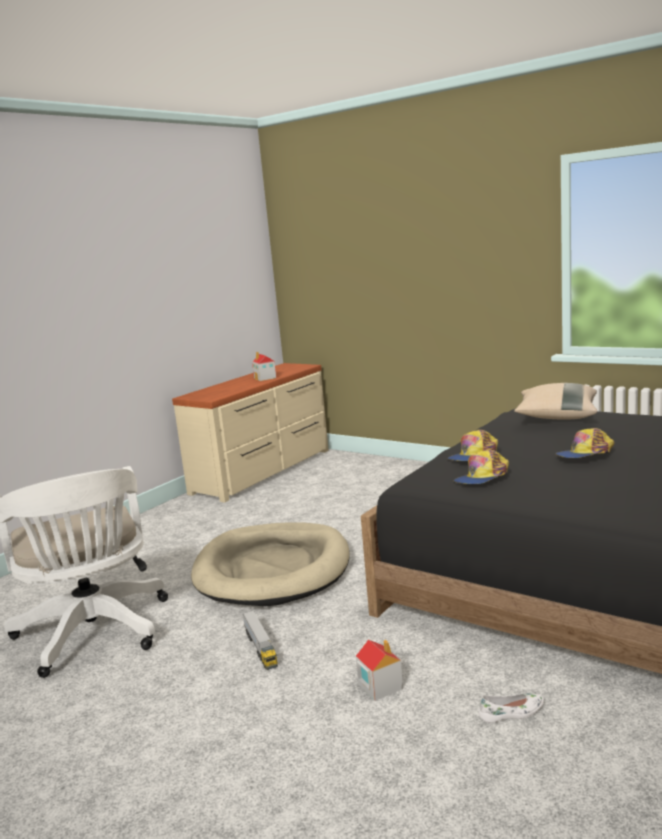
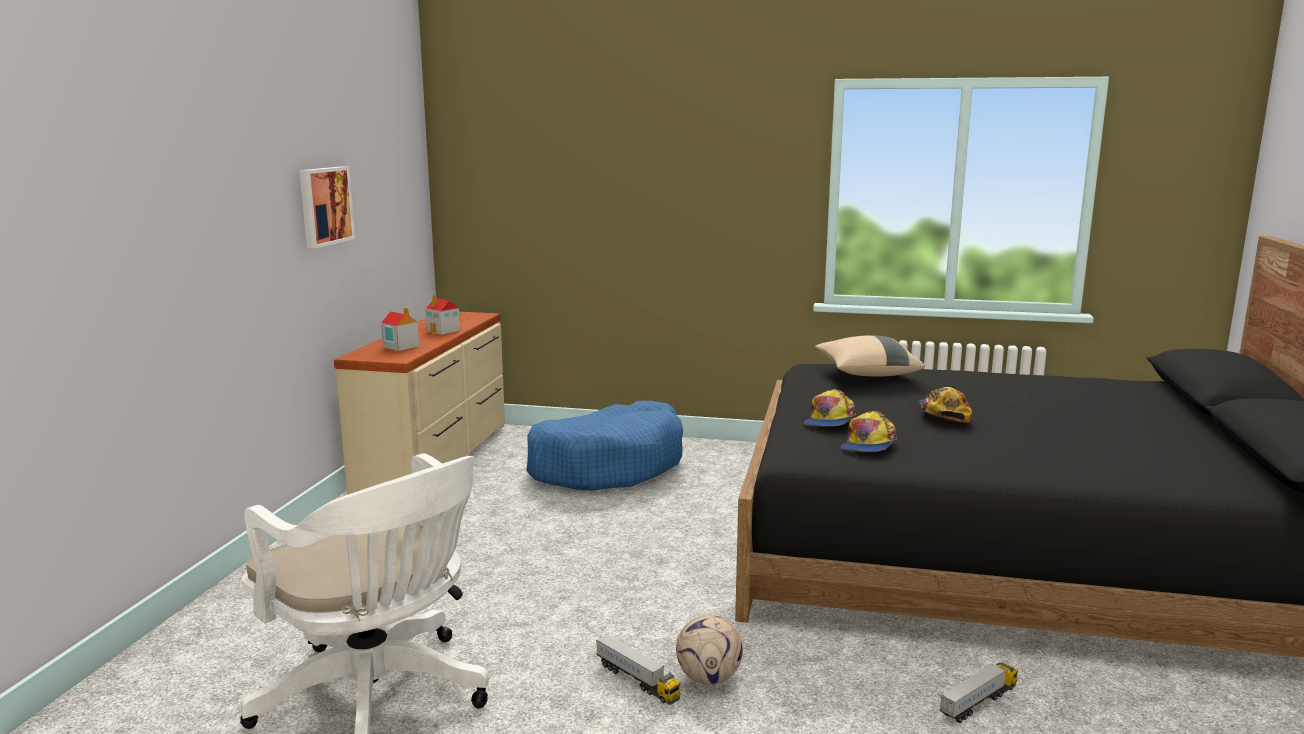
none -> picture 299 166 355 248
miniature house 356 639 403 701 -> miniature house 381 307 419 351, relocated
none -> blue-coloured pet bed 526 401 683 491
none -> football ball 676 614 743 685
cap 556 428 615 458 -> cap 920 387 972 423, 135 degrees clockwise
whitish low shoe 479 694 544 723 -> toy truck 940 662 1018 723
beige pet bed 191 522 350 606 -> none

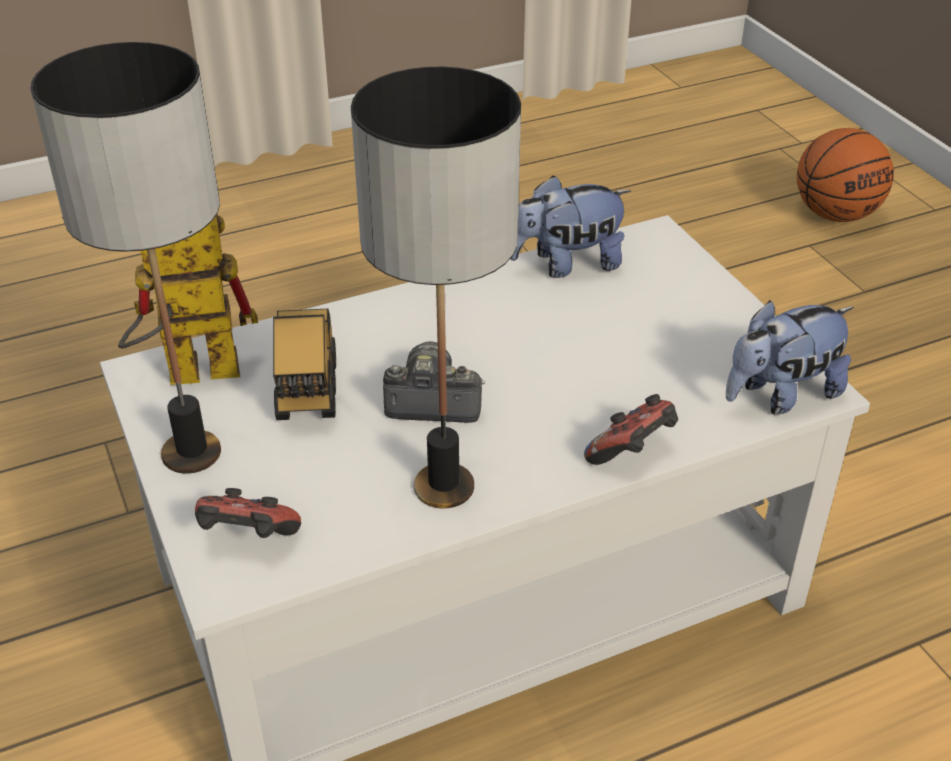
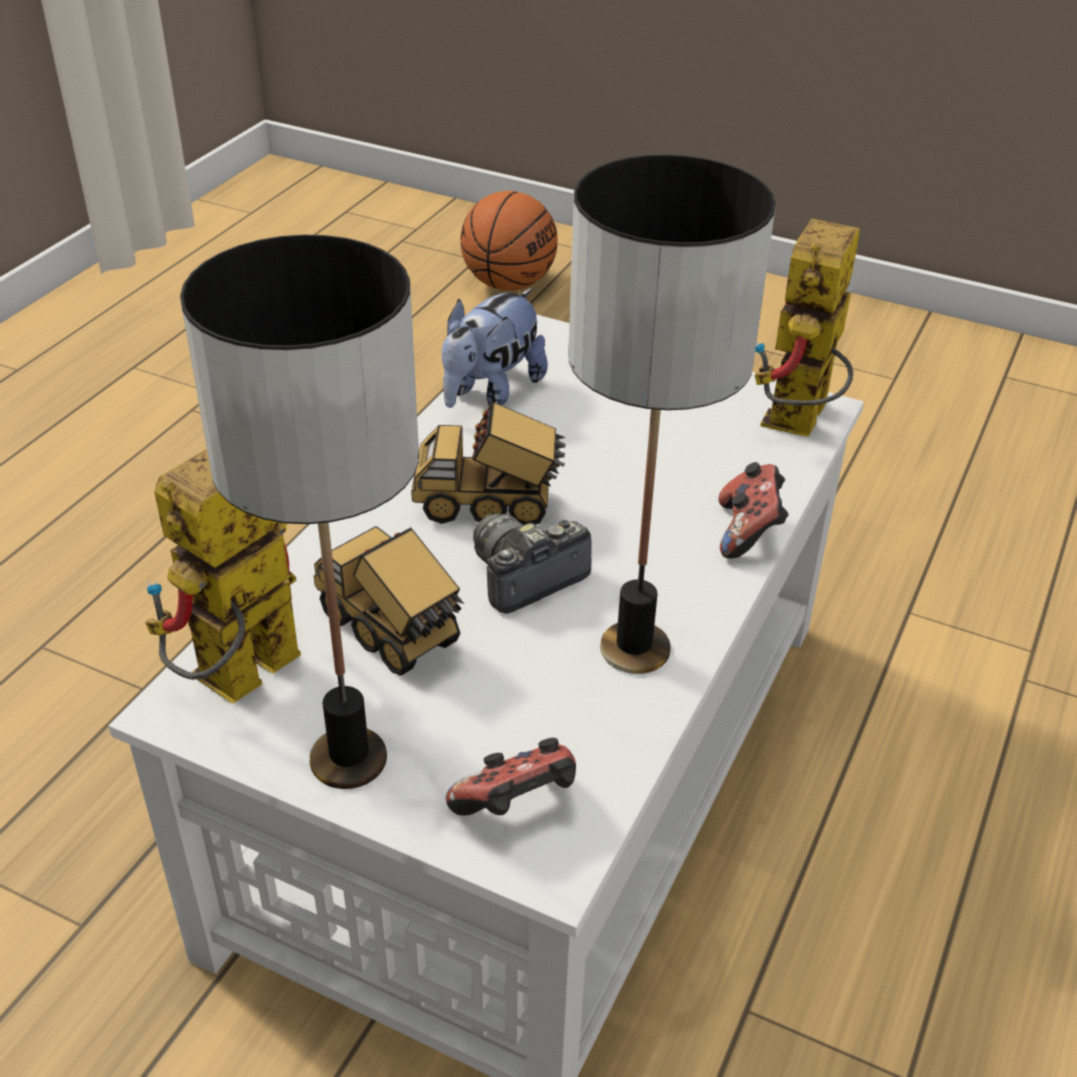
none -> toy truck 411 402 566 525
soft toy 726 300 854 415 -> model robot 755 219 859 437

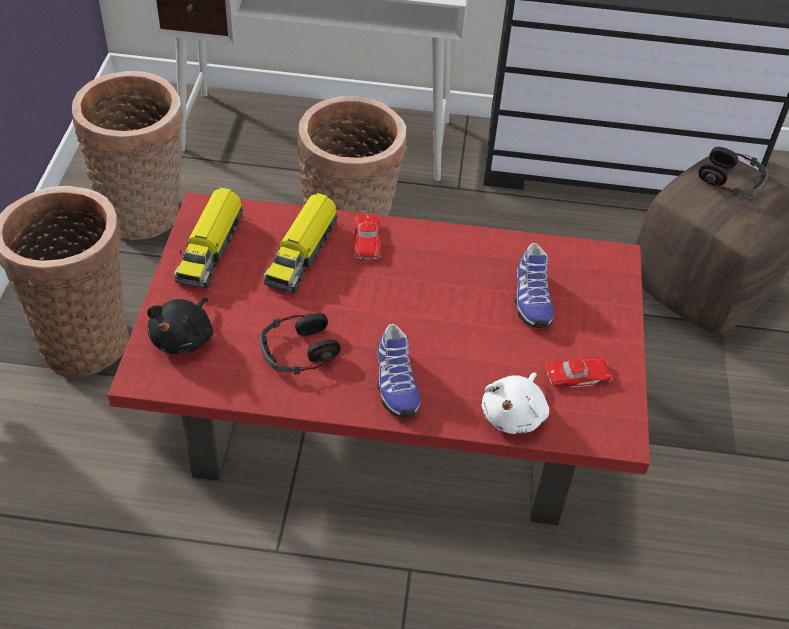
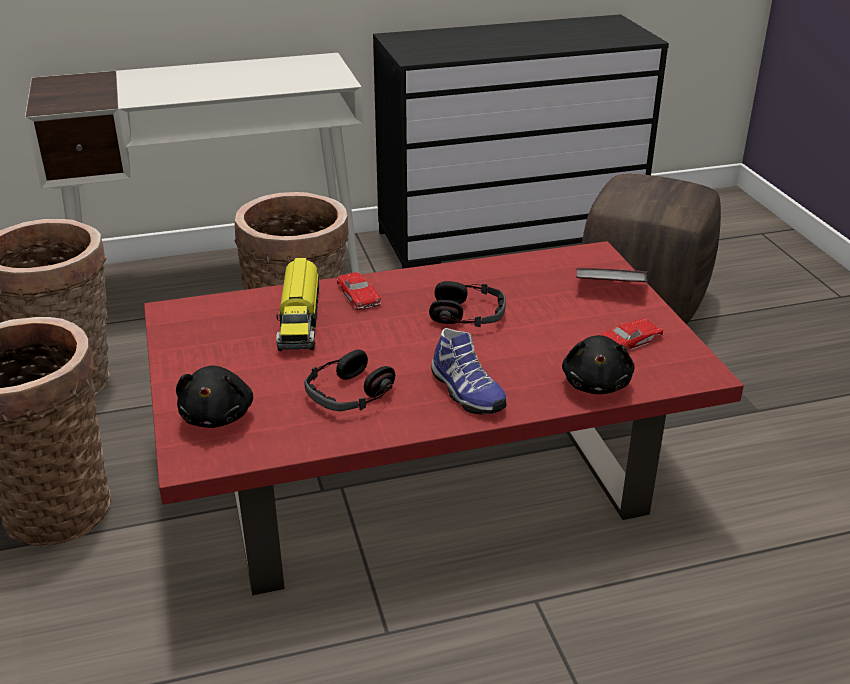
headphones 698 147 768 196 -> headphones 429 281 506 327, relocated
whitish soft toy 481 372 549 434 -> black-coloured soft toy 562 335 634 394
none -> bound book 576 268 648 282
toy truck 174 187 243 288 -> none
low shoe 515 243 554 328 -> none

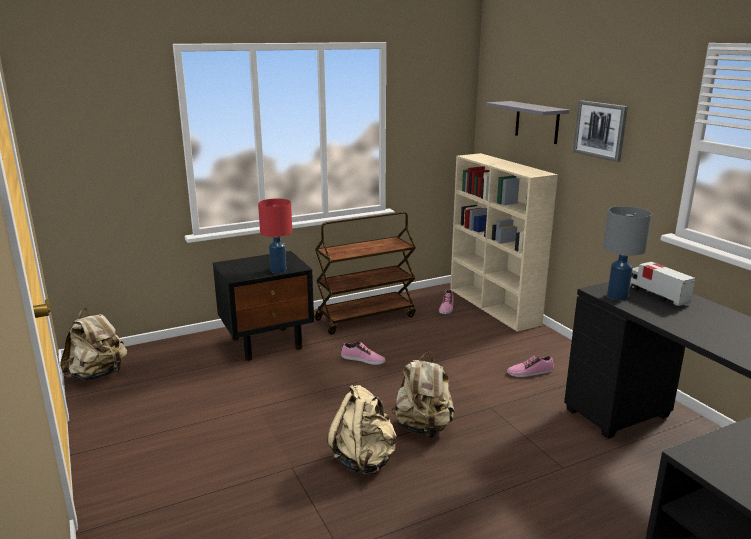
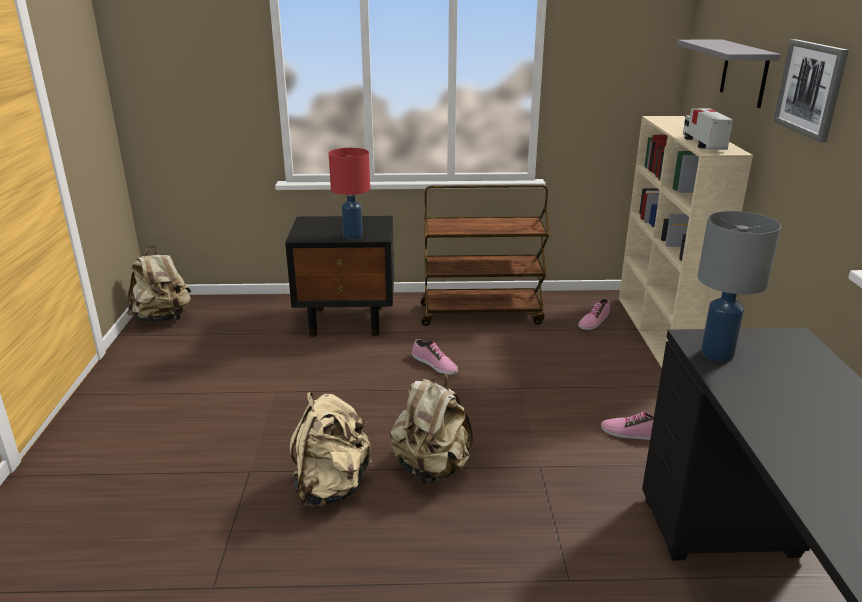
toy truck 630 262 695 306 -> toy truck 683 108 733 150, relocated

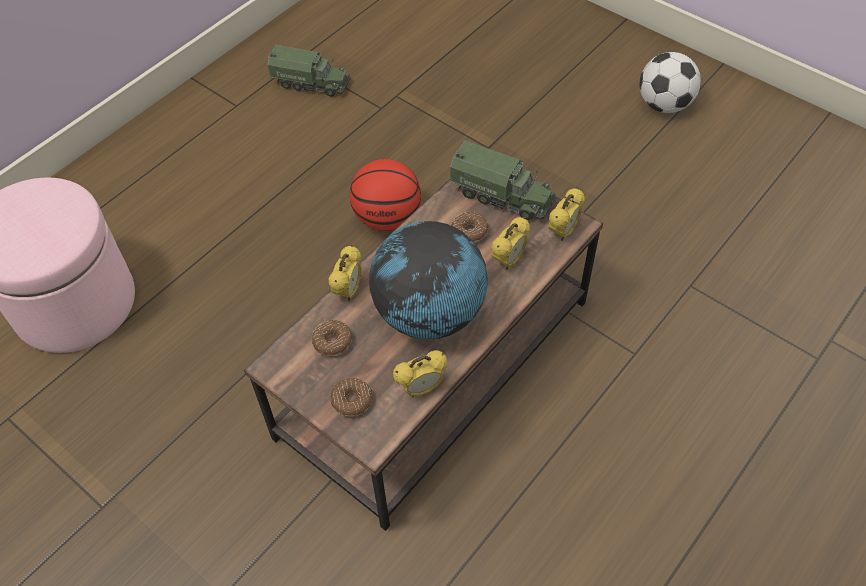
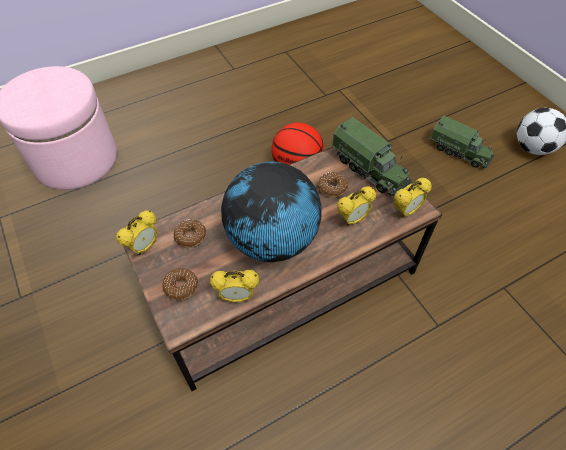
table clock 328 245 362 301 -> table clock 116 211 158 255, relocated
toy truck 268 45 351 97 -> toy truck 430 115 495 168, relocated

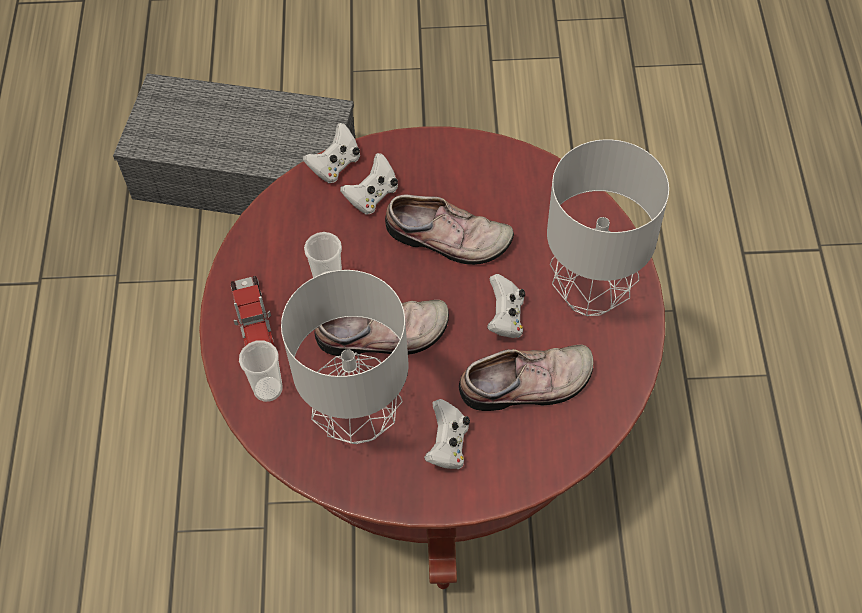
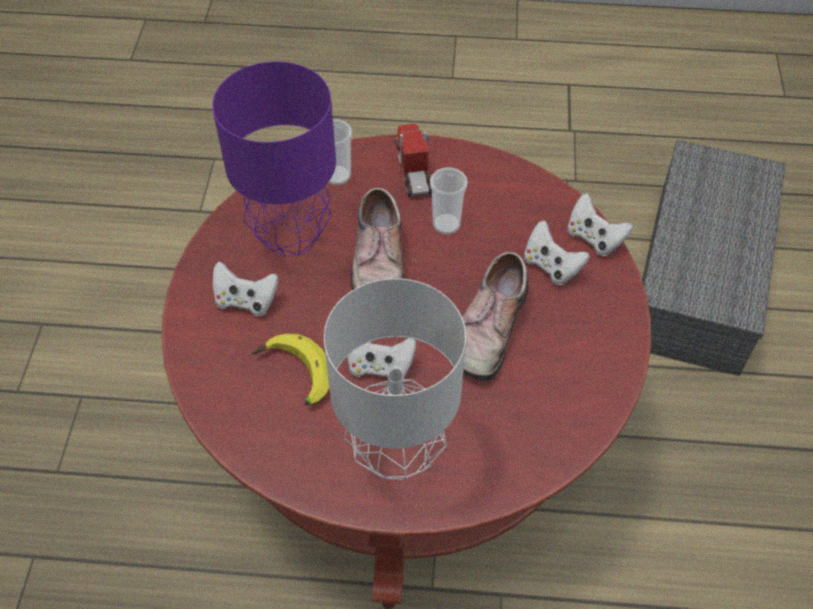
greyish tabletop lamp 281 270 408 444 -> purple tabletop lamp 212 61 336 256
low shoe 459 345 594 411 -> banana fruit 252 333 329 405
toy truck 231 276 274 346 -> toy truck 395 124 432 198, 90 degrees clockwise

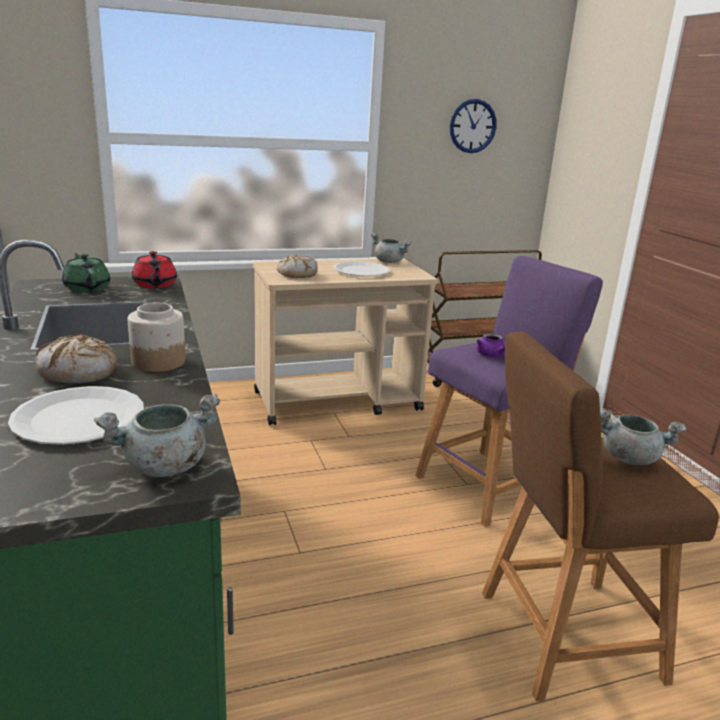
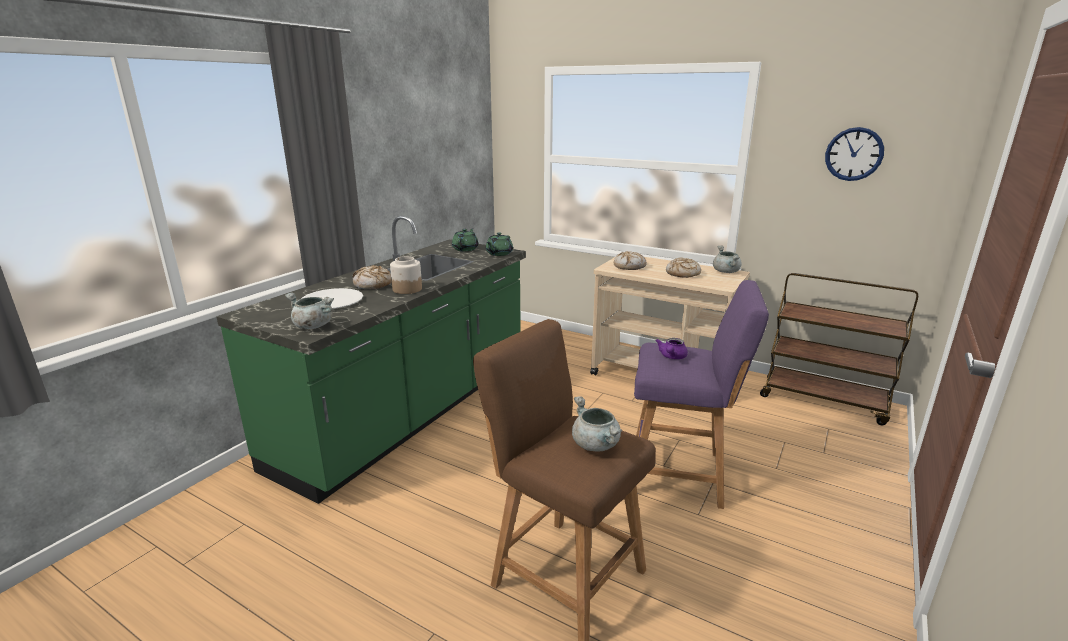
reddish pot for tea 132 251 177 288 -> greenish pot for tea 486 232 513 256
whitish plate 333 261 390 277 -> bakery bread 666 257 701 278

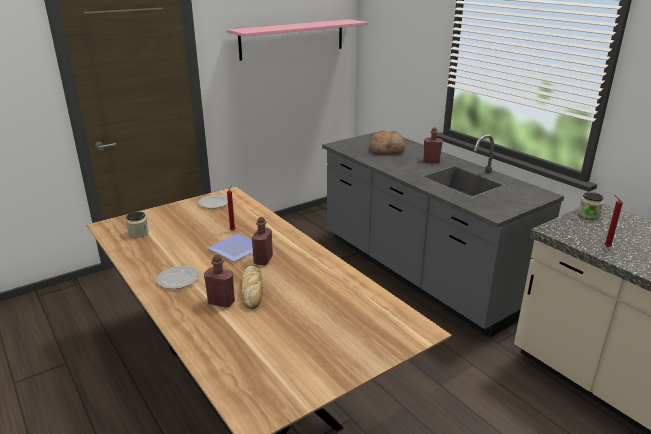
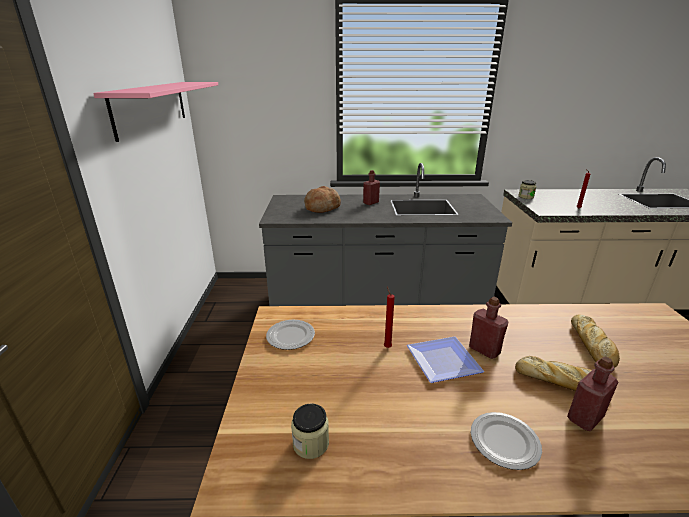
none -> bakery bread 571 314 620 368

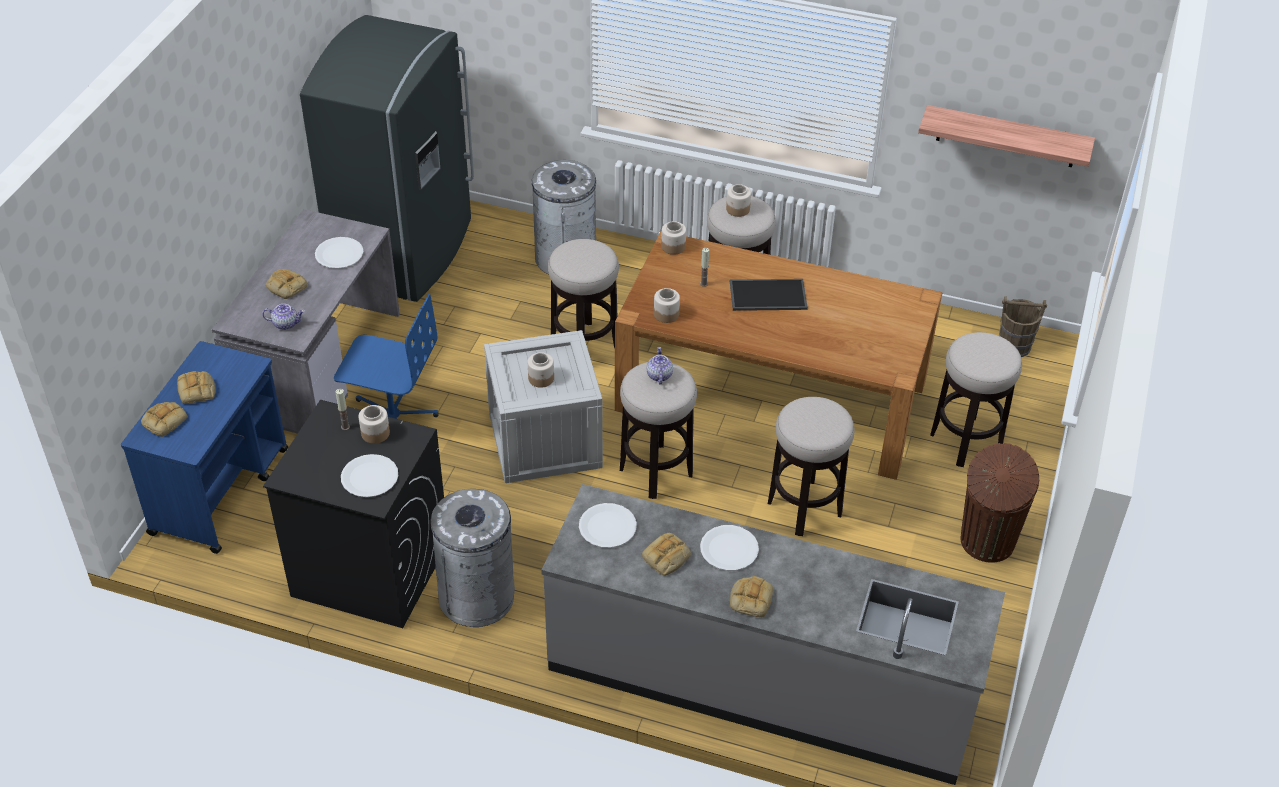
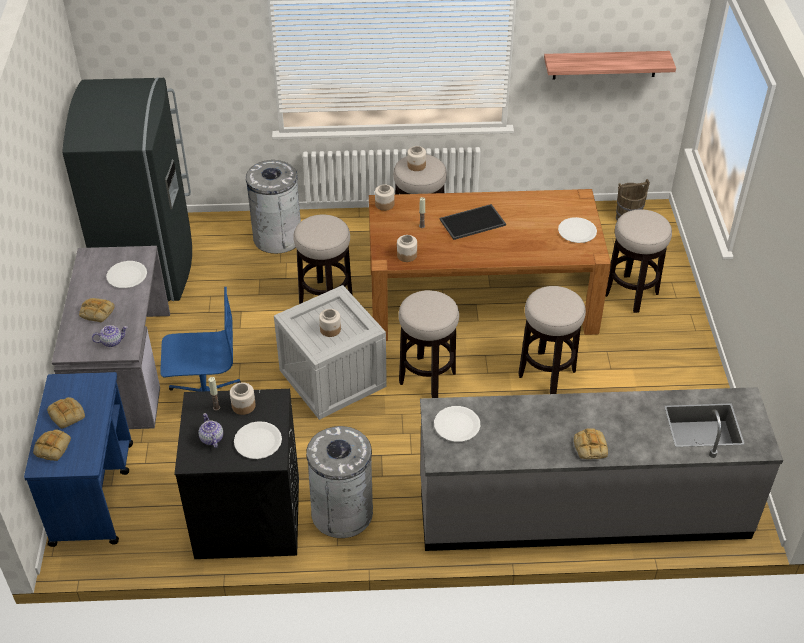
pot for tea 647 347 673 385 -> pot for tea 199 413 223 448, relocated
whitish plate 700 525 759 571 -> whitish plate 558 217 597 243, relocated
bakery bread 642 533 691 576 -> none
brown-coloured waste bin 961 443 1039 563 -> none

